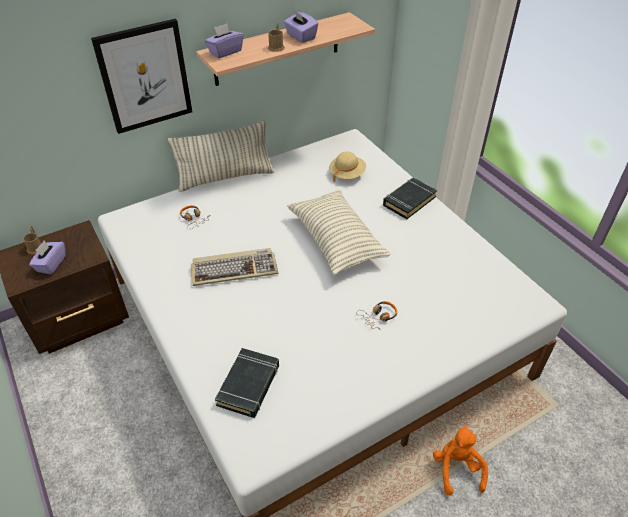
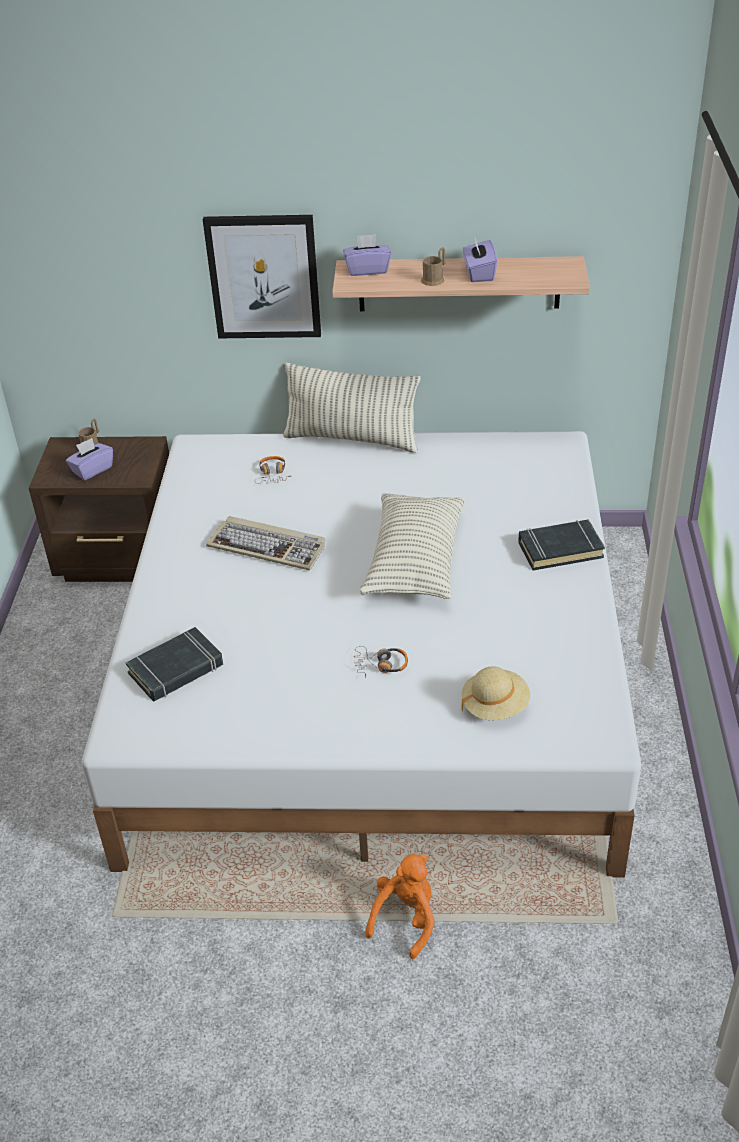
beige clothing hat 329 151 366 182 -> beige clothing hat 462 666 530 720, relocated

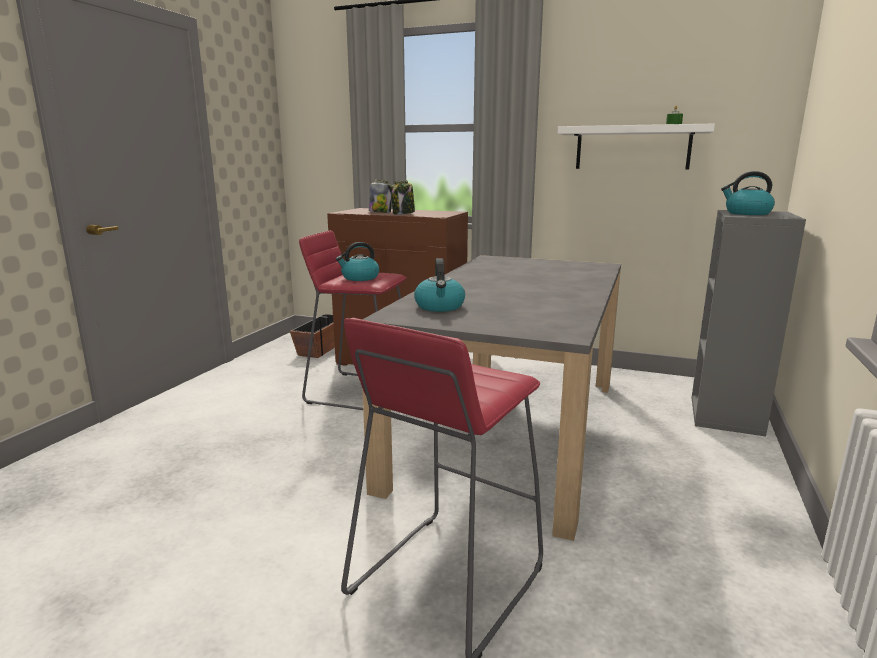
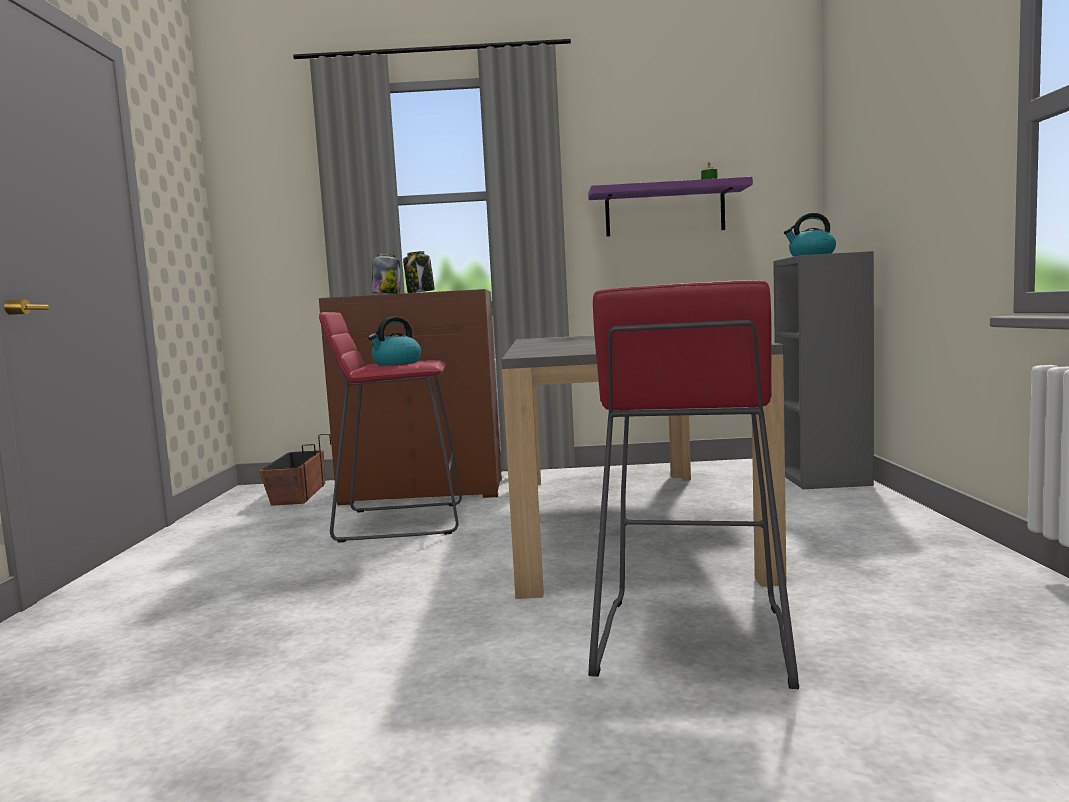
whitish shelf 558 124 715 169 -> purple shelf 588 177 753 237
tea kettle 414 258 465 312 -> none

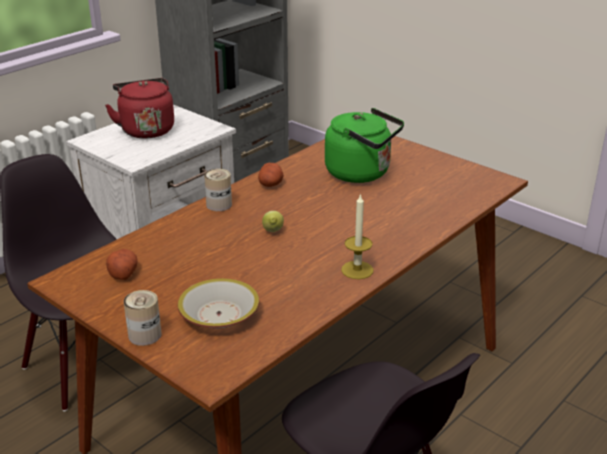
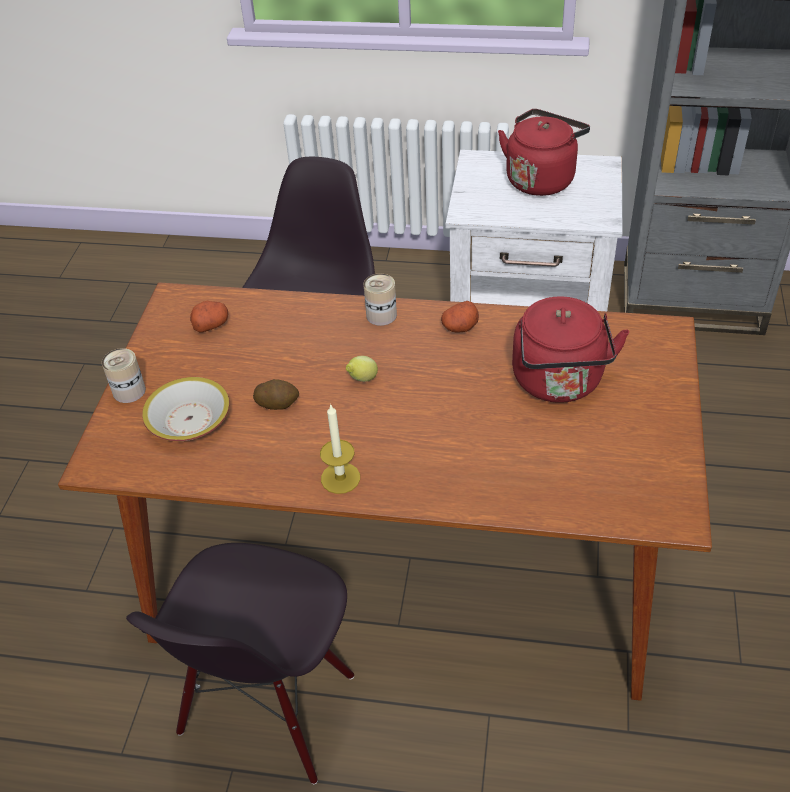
none -> potato 253 379 299 410
greenish tea kettle 325 108 404 183 -> reddish tea kettle 512 296 629 403

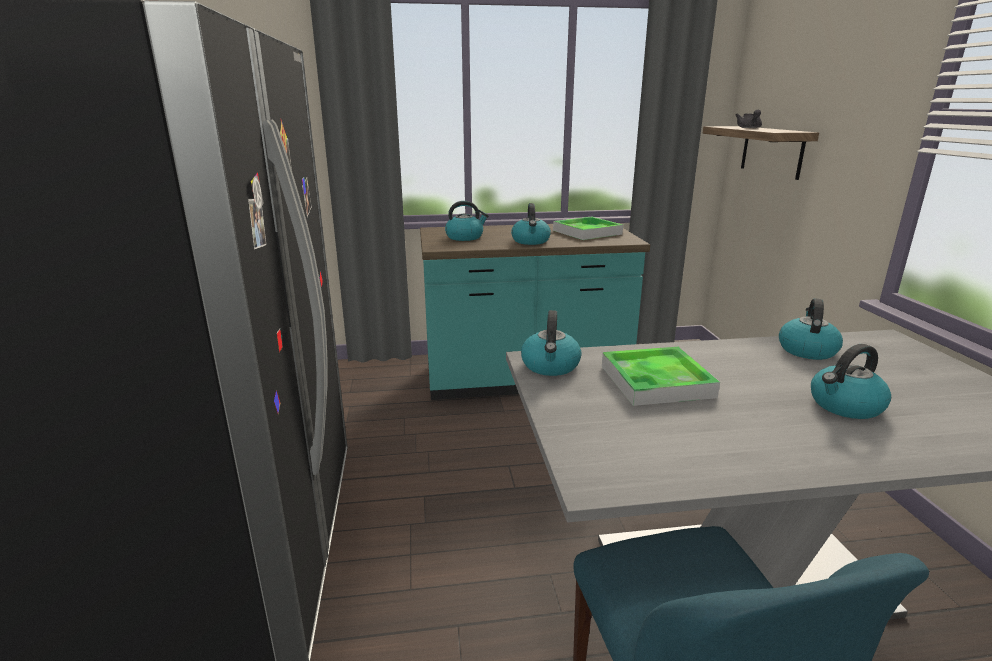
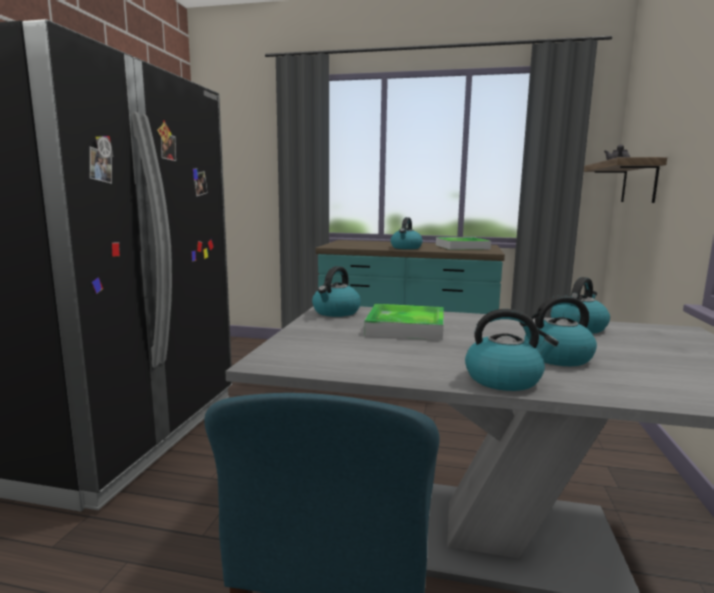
tea kettle 445 201 489 241 -> tea kettle 465 309 559 391, relocated

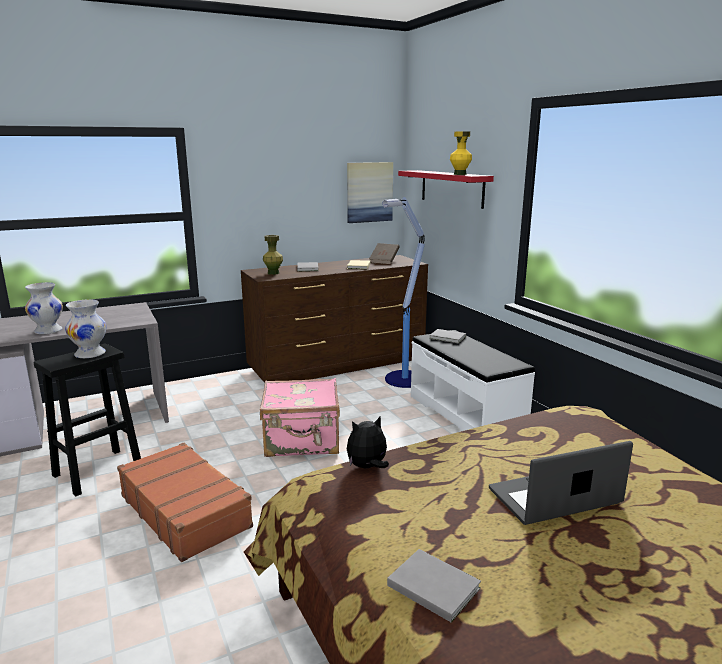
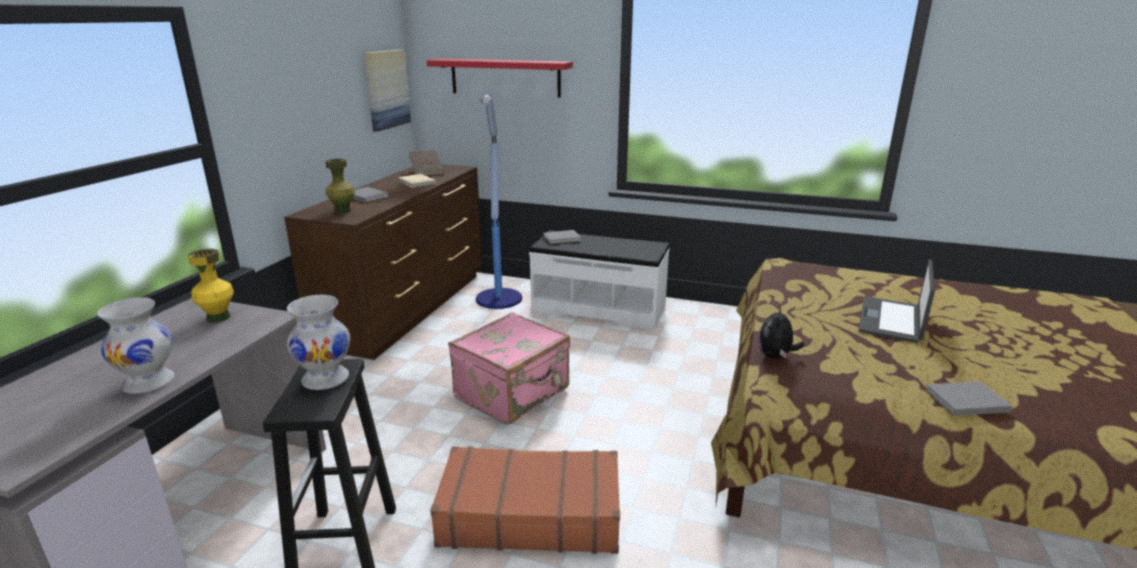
yellowish decorative vase 450 132 472 175 -> yellowish decorative vase 188 249 234 323, relocated

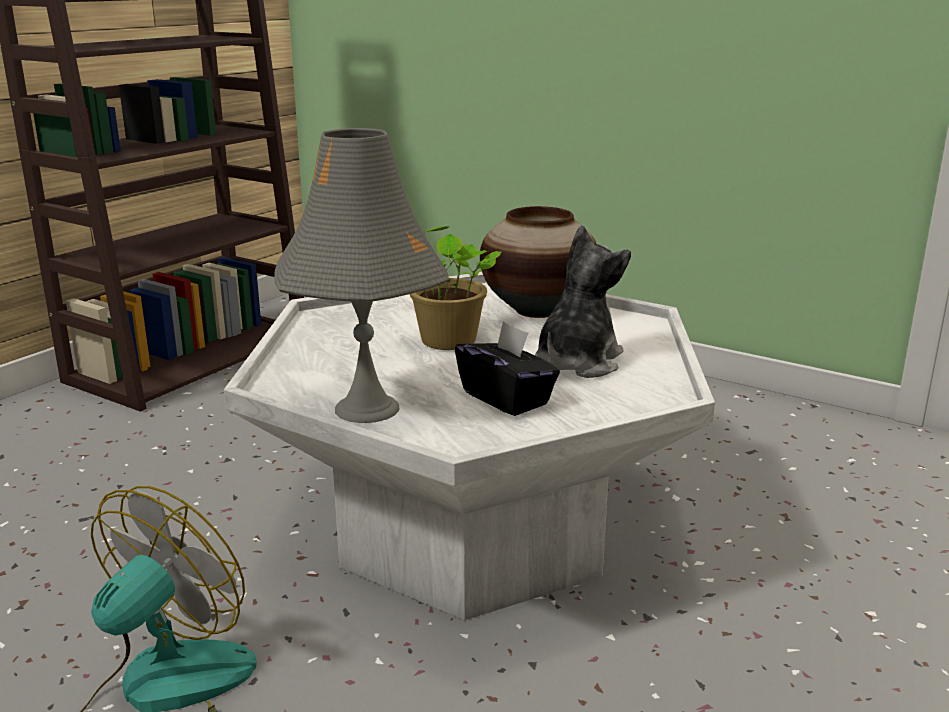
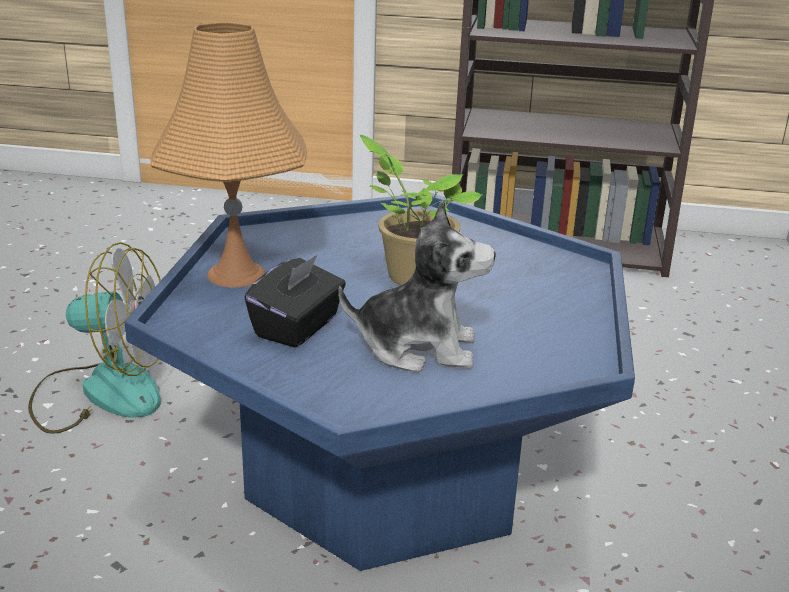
whitish lounge table 224 272 715 620 -> blue-coloured lounge table 124 193 635 571
greyish tabletop lamp 274 128 449 423 -> orangey tabletop lamp 150 21 307 288
decorative vase 480 206 596 318 -> none

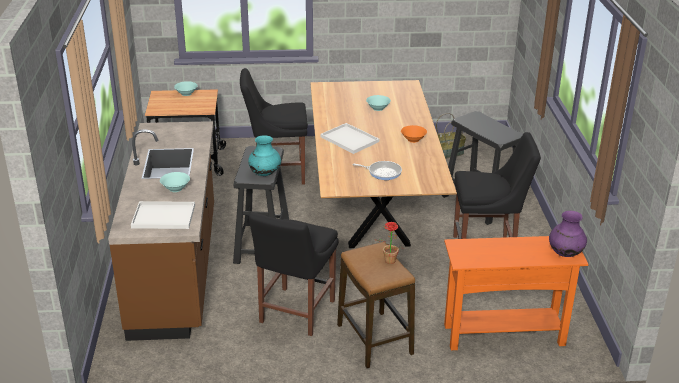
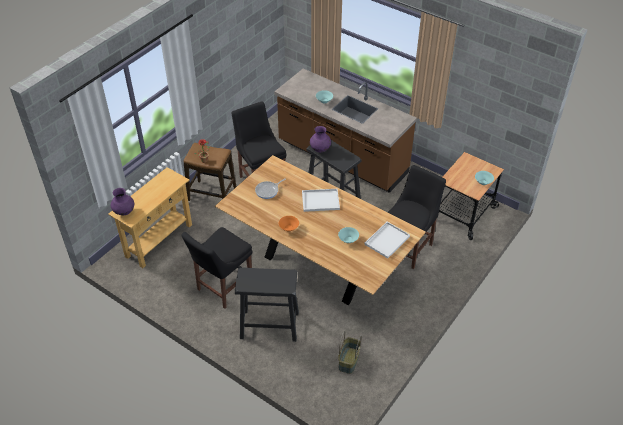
orangey hall table 444 236 588 350 -> beige hall table 108 167 192 268
blue-green decorative vase 248 135 281 176 -> purple decorative vase 310 126 331 153
whitish serving tray 131 201 195 229 -> whitish serving tray 364 222 410 259, relocated

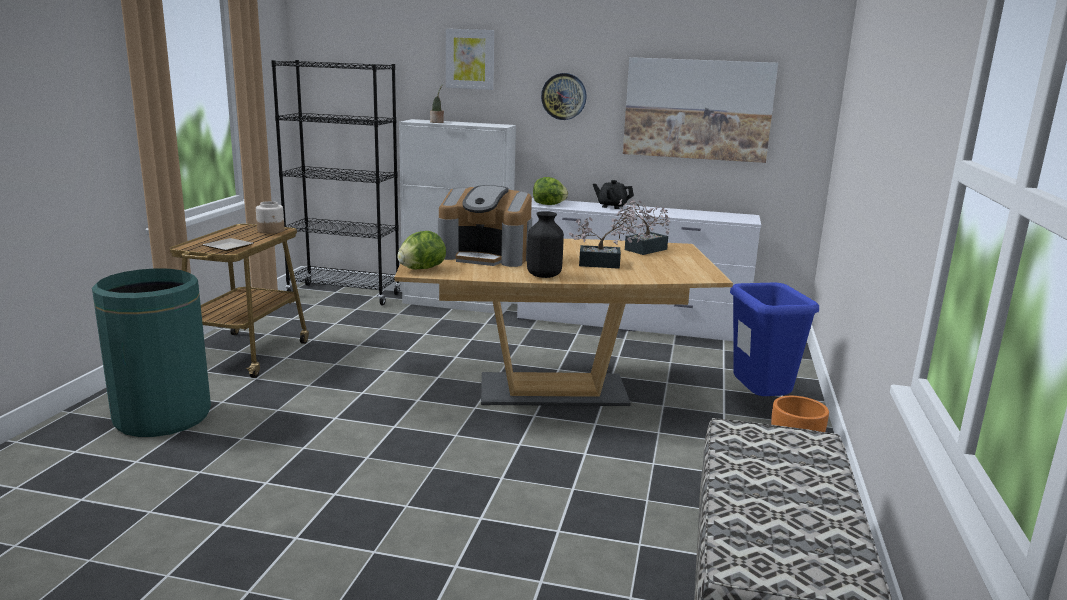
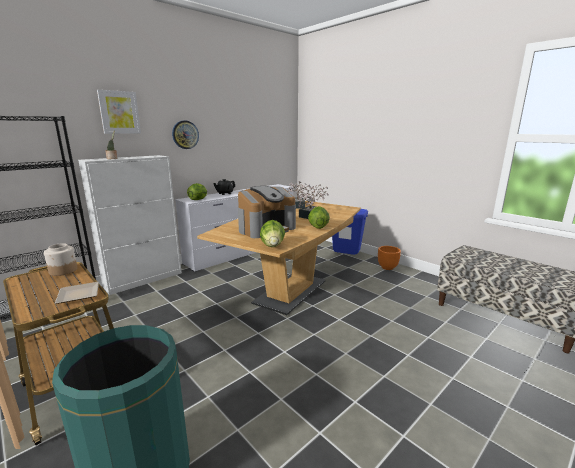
black-coloured decorative vase 527 211 564 278 -> lettuce head 308 206 330 229
picture 623 57 778 163 -> none

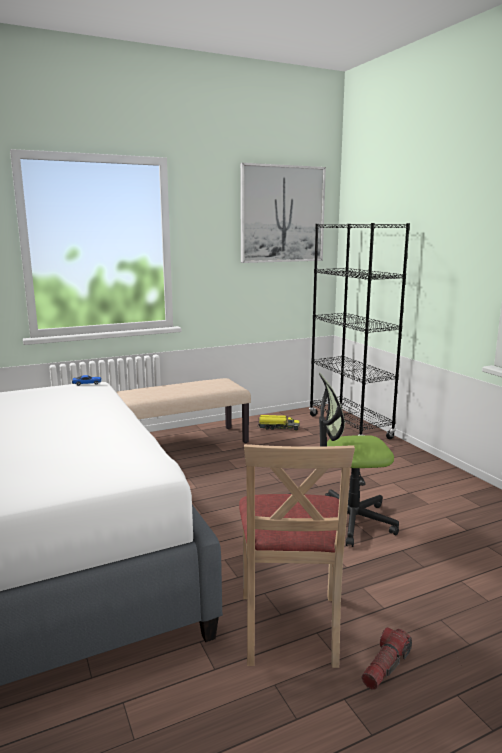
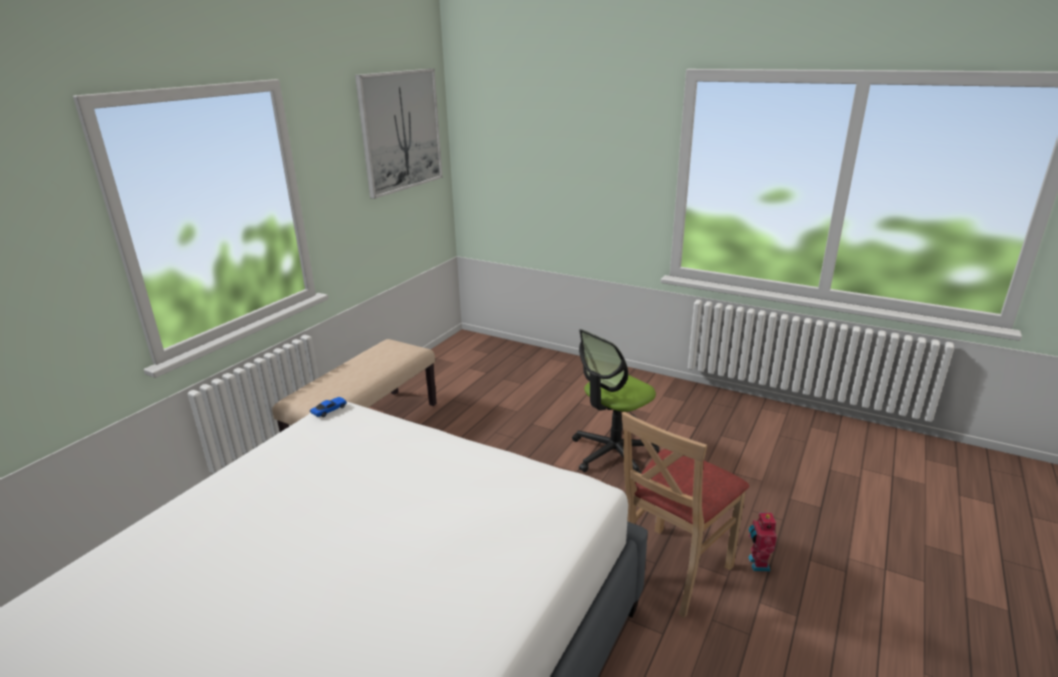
beige chair 239 444 355 668 -> beige chair 622 412 749 618, 75 degrees clockwise
flashlight 362 627 412 690 -> model robot 748 510 777 572
toy truck 258 415 300 431 -> none
black-coloured shelving unit 309 223 410 439 -> none

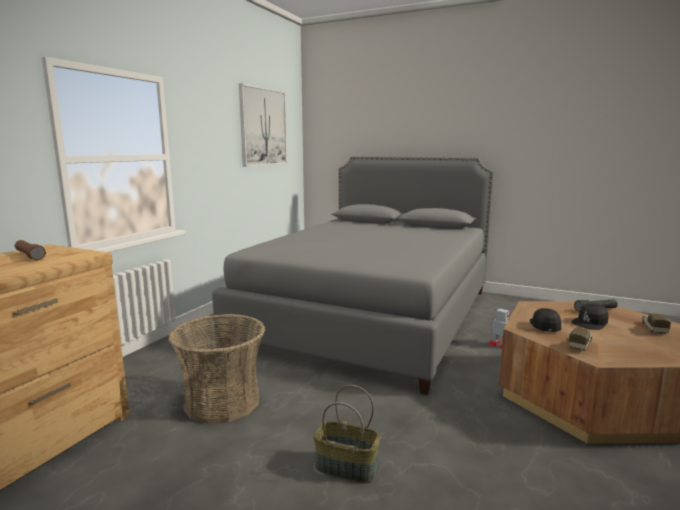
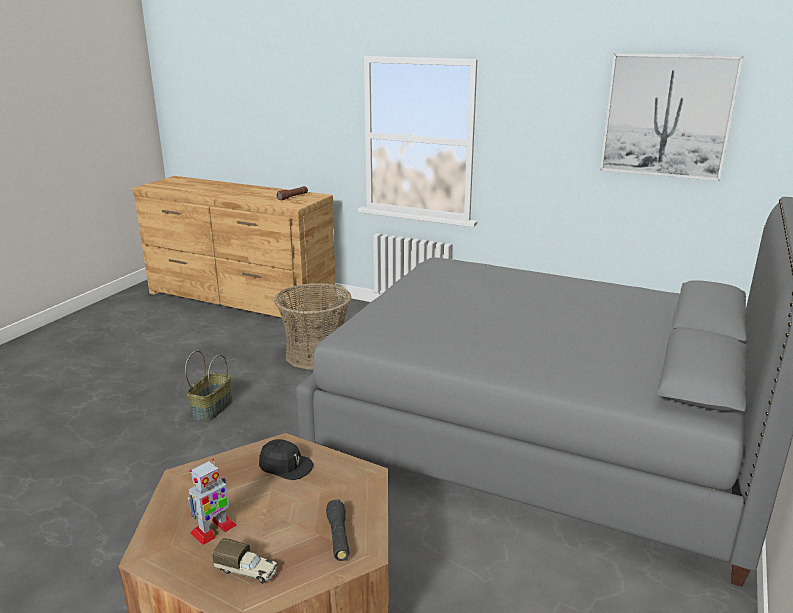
model robot 488 308 510 349 -> model robot 187 459 237 545, relocated
toy truck 568 328 592 351 -> none
black-coloured cap 571 303 609 330 -> none

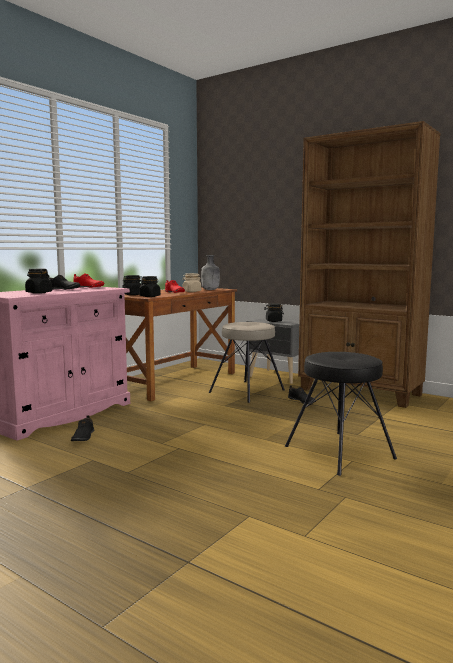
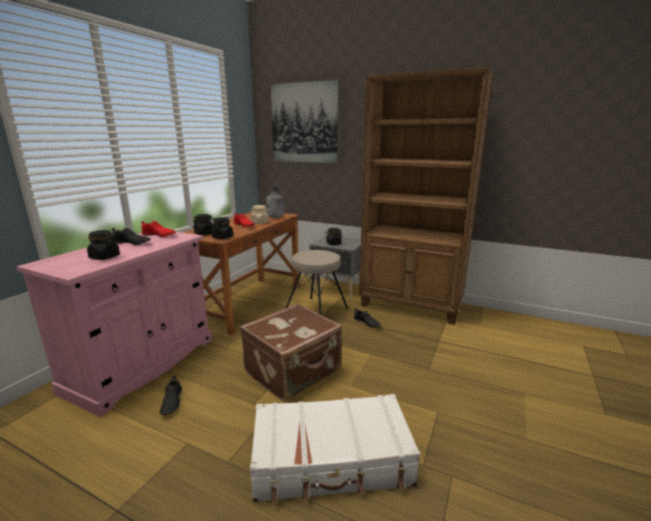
none -> brown-coloured suitcase 240 303 342 401
none -> whitish suitcase 250 394 420 502
none -> picture 269 78 341 165
black-coloured stool seat 285 352 397 476 -> none

